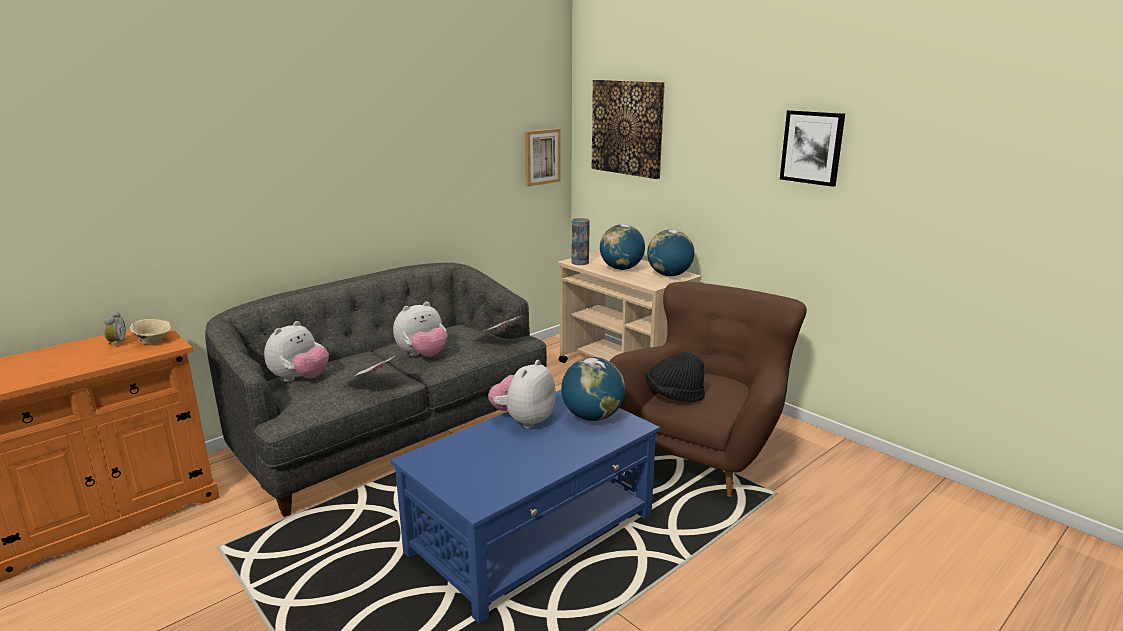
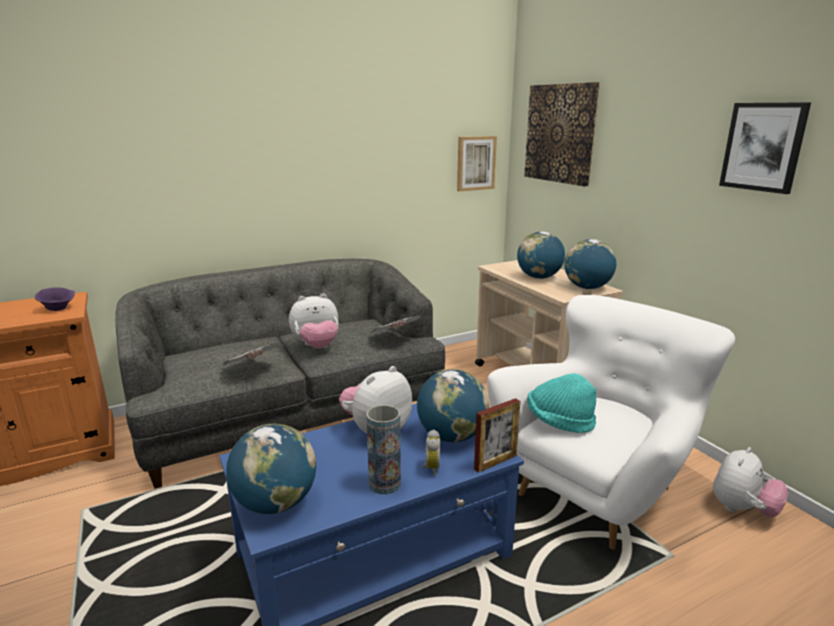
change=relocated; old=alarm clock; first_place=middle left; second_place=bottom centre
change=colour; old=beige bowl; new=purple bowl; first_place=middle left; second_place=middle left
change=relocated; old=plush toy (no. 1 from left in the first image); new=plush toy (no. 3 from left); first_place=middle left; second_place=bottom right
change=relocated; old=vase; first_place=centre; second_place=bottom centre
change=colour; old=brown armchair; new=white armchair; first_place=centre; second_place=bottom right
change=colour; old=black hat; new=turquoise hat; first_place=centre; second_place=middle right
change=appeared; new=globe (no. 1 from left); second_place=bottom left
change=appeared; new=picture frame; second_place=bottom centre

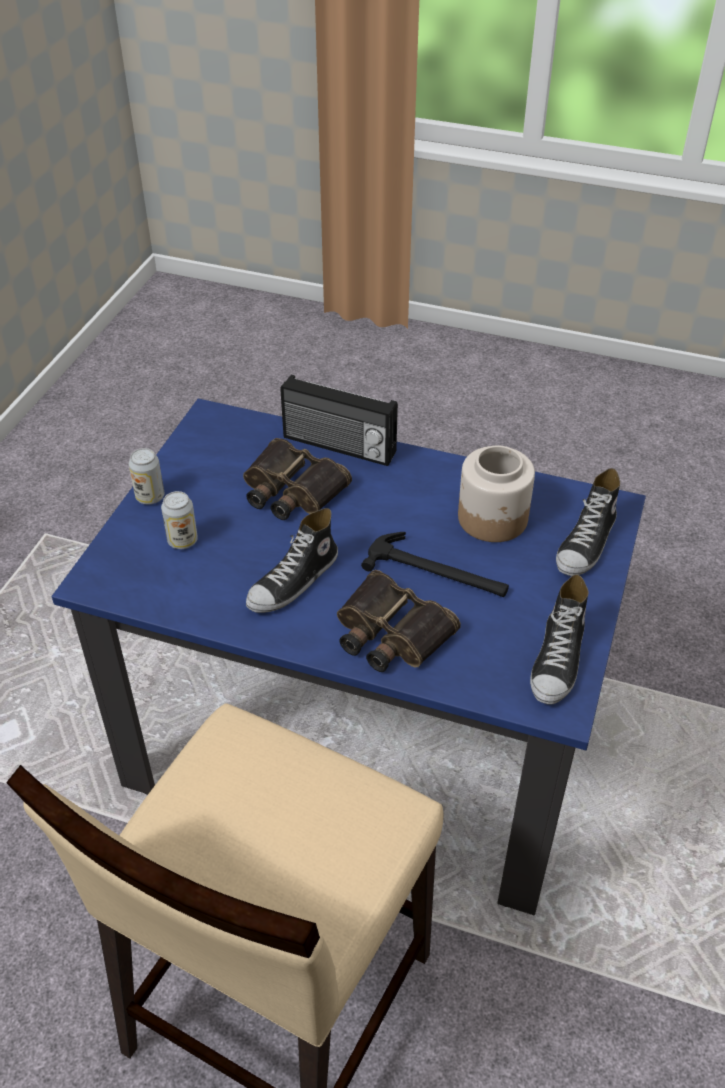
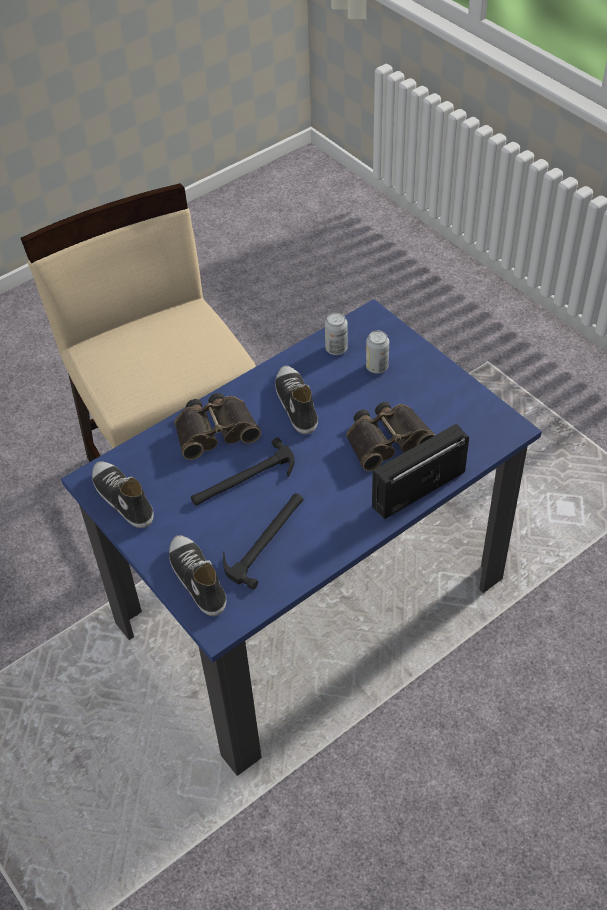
change=relocated; old=can (no. 1 from left); first_place=middle left; second_place=centre
change=exchanged; old=jar; new=hammer (no. 2 from left); first_place=middle right; second_place=centre

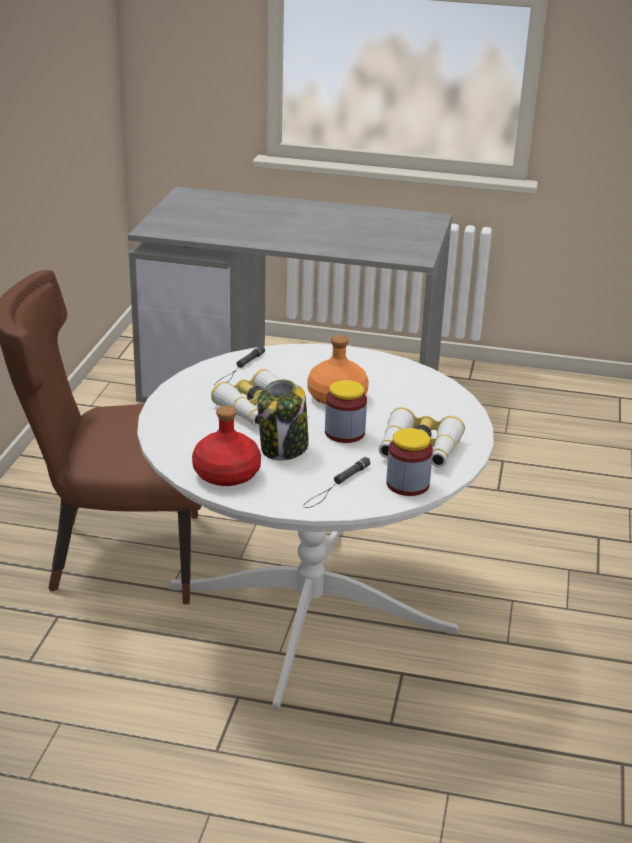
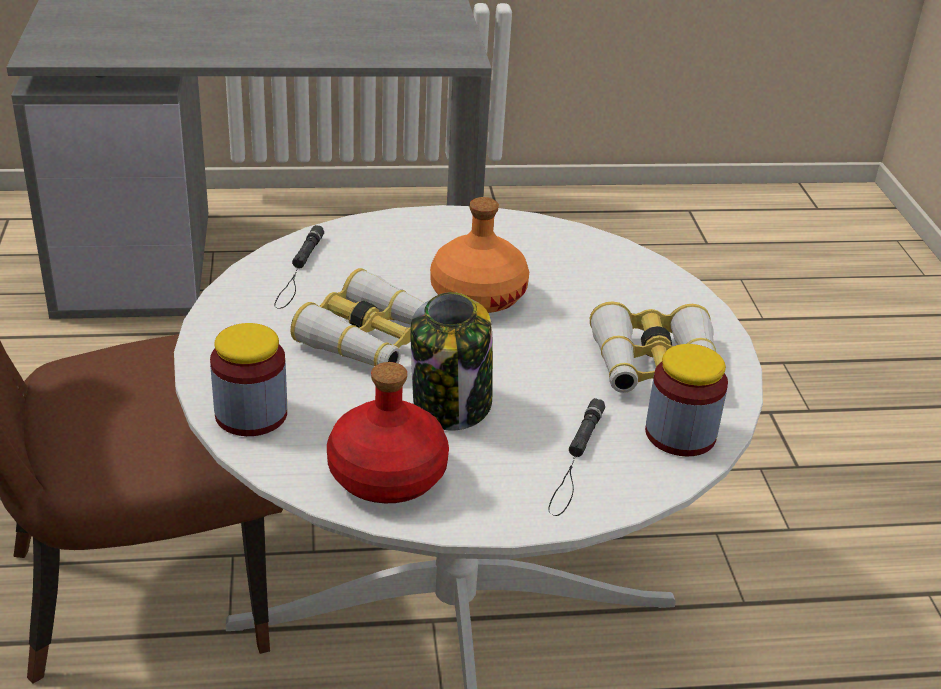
change=relocated; old=jar (no. 2 from left in the first image); new=jar (no. 1 from left); first_place=centre; second_place=middle left

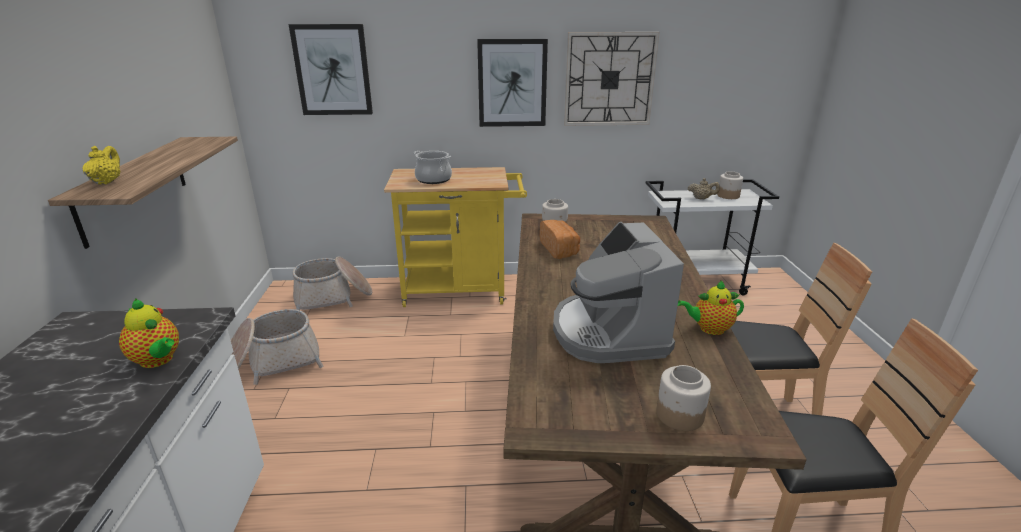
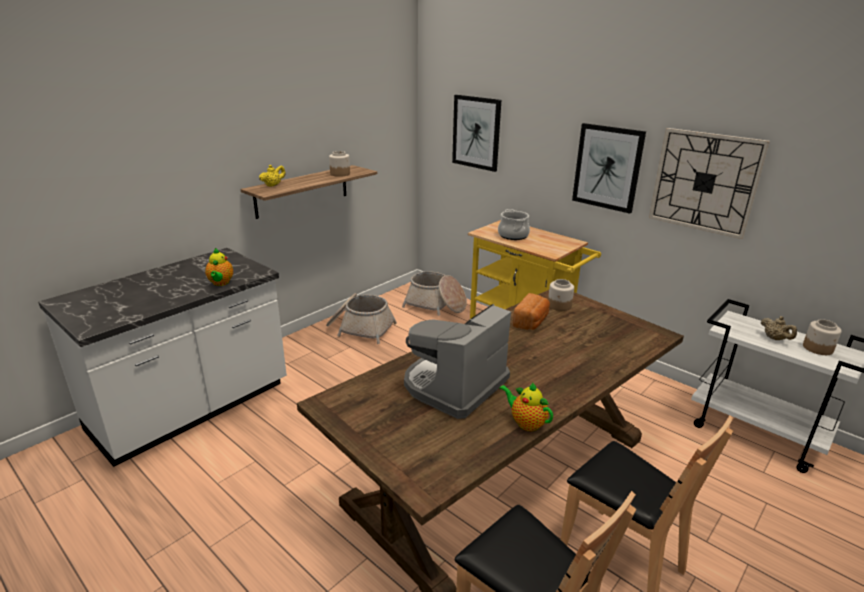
change=relocated; old=jar (no. 2 from left in the first image); new=jar (no. 1 from left); first_place=bottom right; second_place=top centre

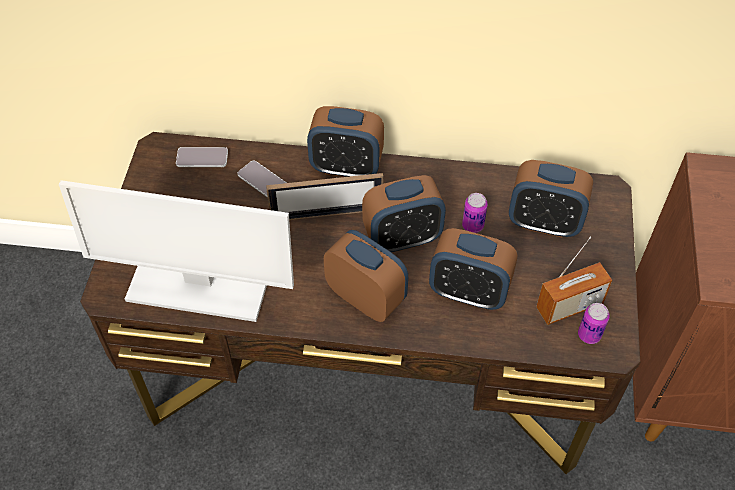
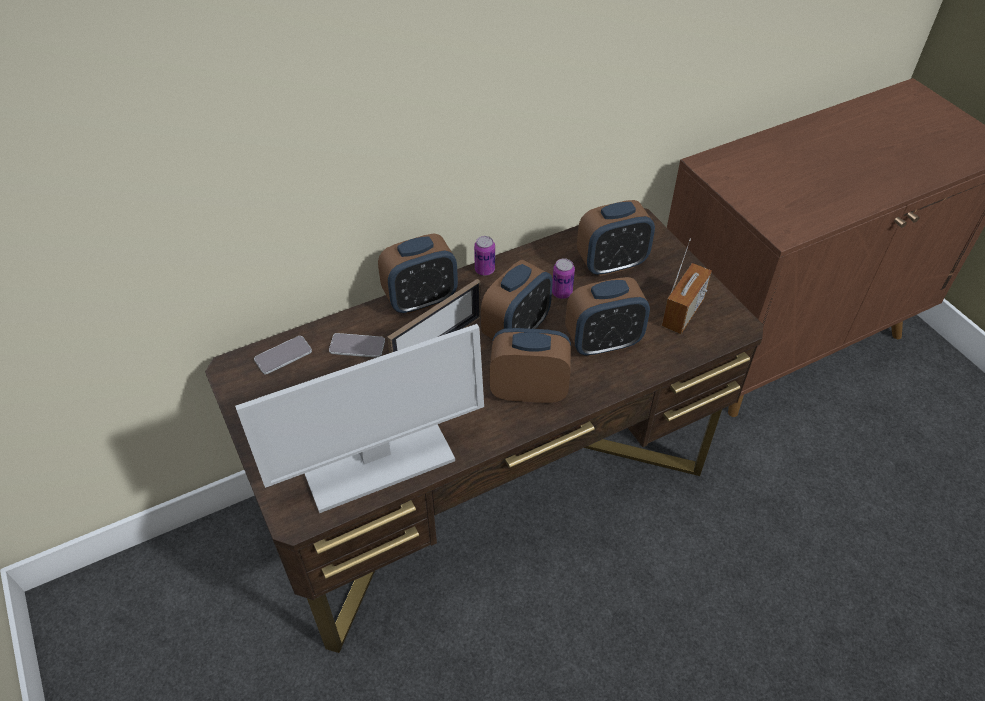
change=relocated; old=can (no. 2 from left in the first image); new=can (no. 1 from left); first_place=middle right; second_place=centre

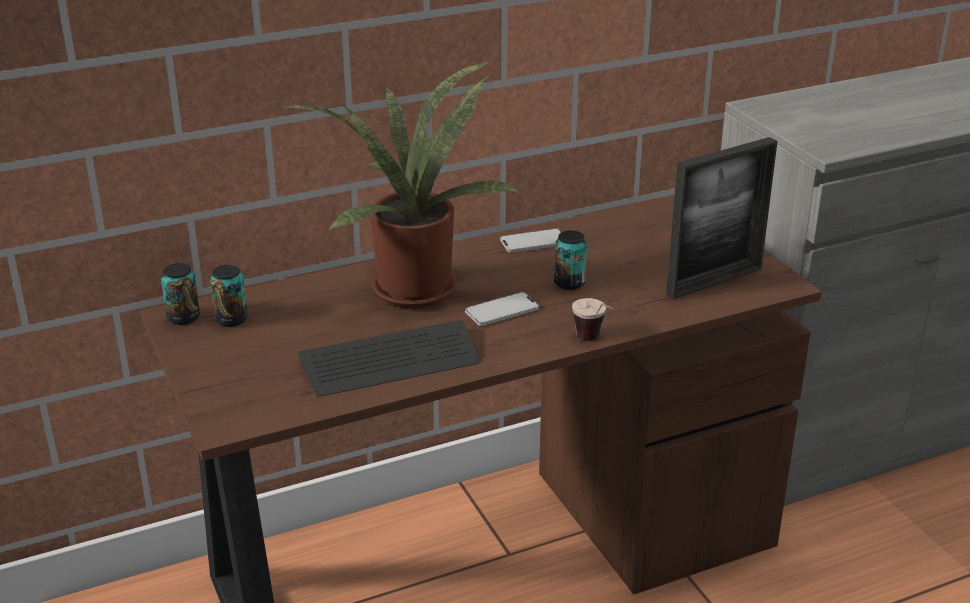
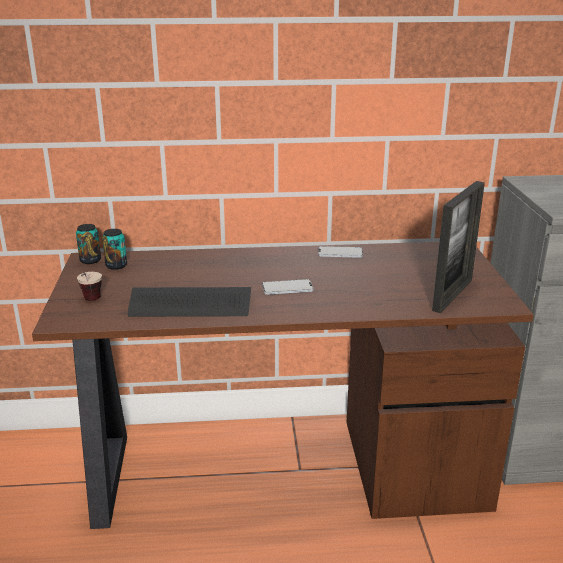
change=missing; old=potted plant; first_place=top centre
change=missing; old=can (no. 3 from left); first_place=centre
change=relocated; old=cup; first_place=centre; second_place=middle left
change=spun; old=picture frame; first_place=middle right; second_place=middle right; degrees=-45

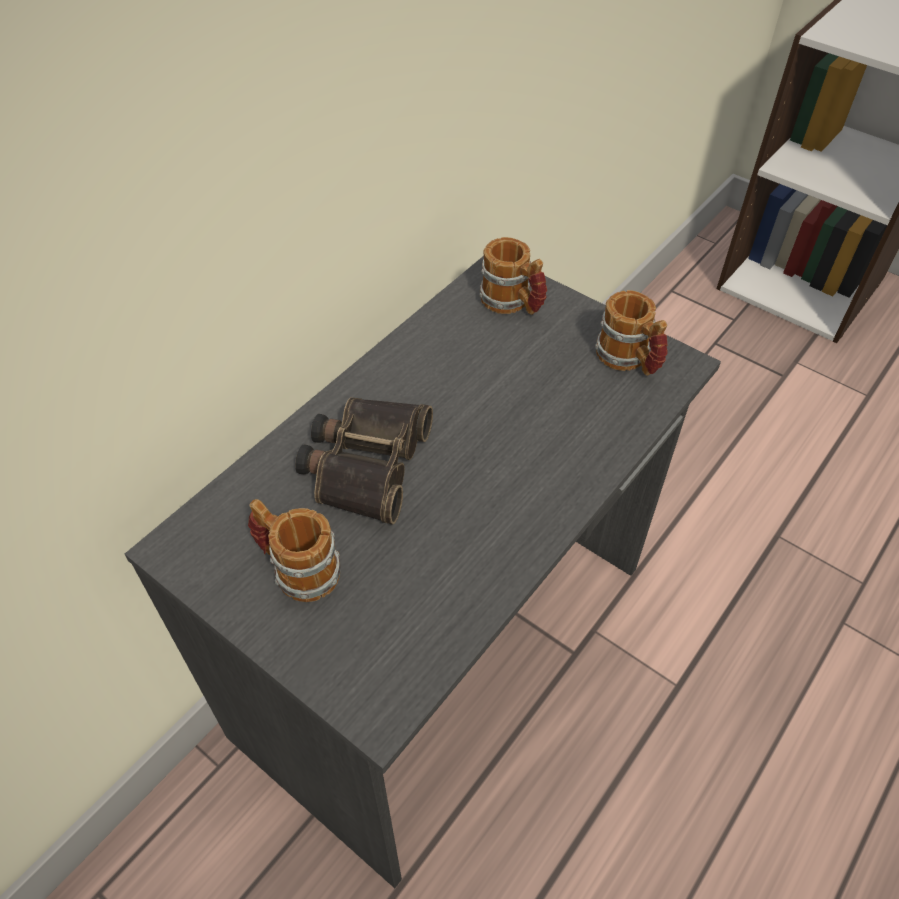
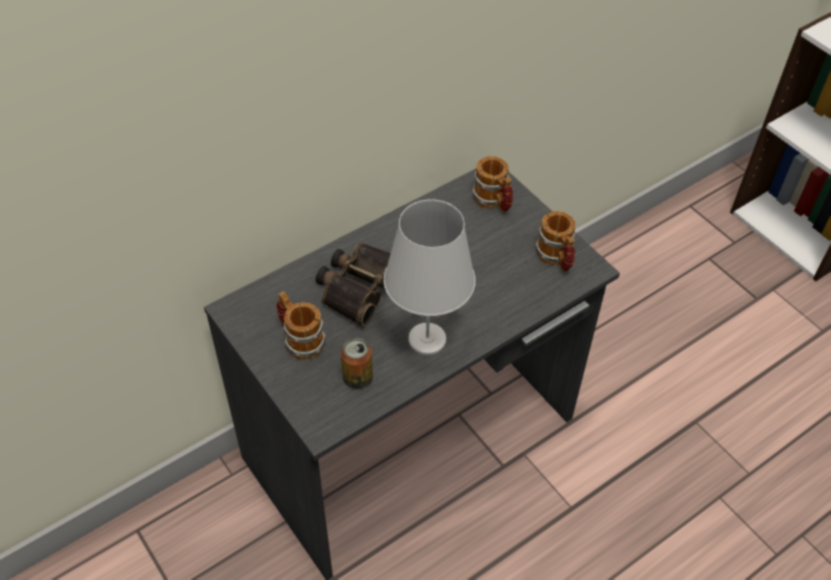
change=appeared; new=can; second_place=centre
change=appeared; new=white table lamp; second_place=centre

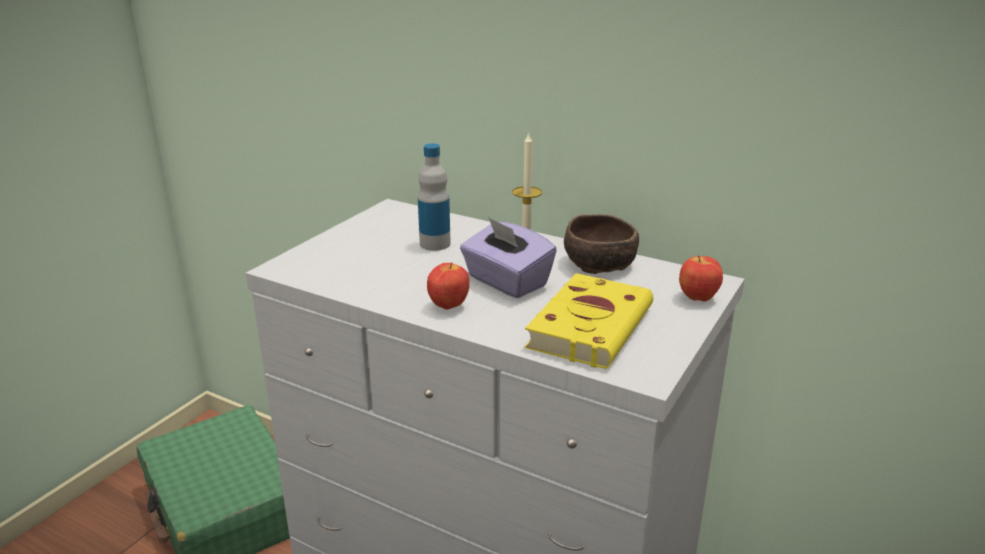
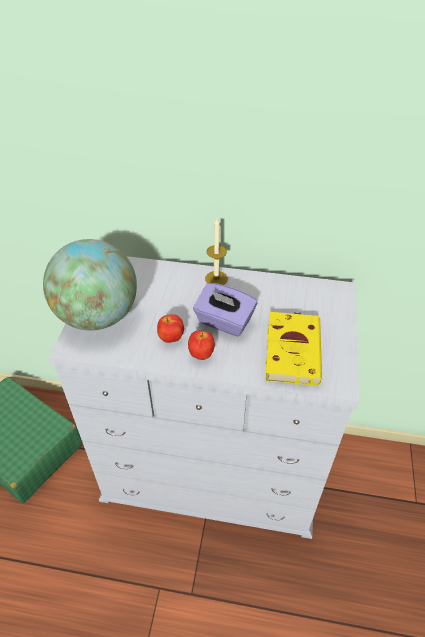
change=missing; old=bottle; first_place=centre
change=missing; old=brown bowl; first_place=centre
change=relocated; old=apple (no. 2 from left in the first image); new=apple (no. 1 from left); first_place=middle right; second_place=centre
change=appeared; new=globe; second_place=middle left

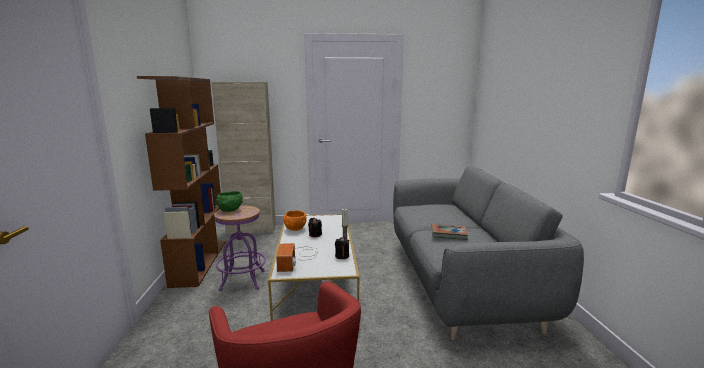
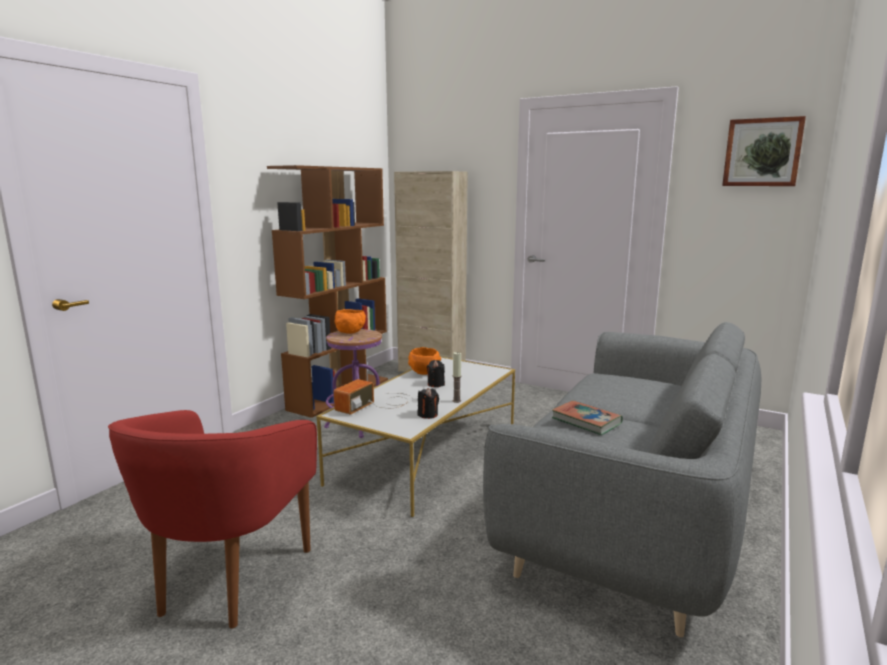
change=colour; old=green bowl; new=orange bowl (no. 1 from left); first_place=middle left; second_place=centre
change=appeared; new=picture; second_place=top right

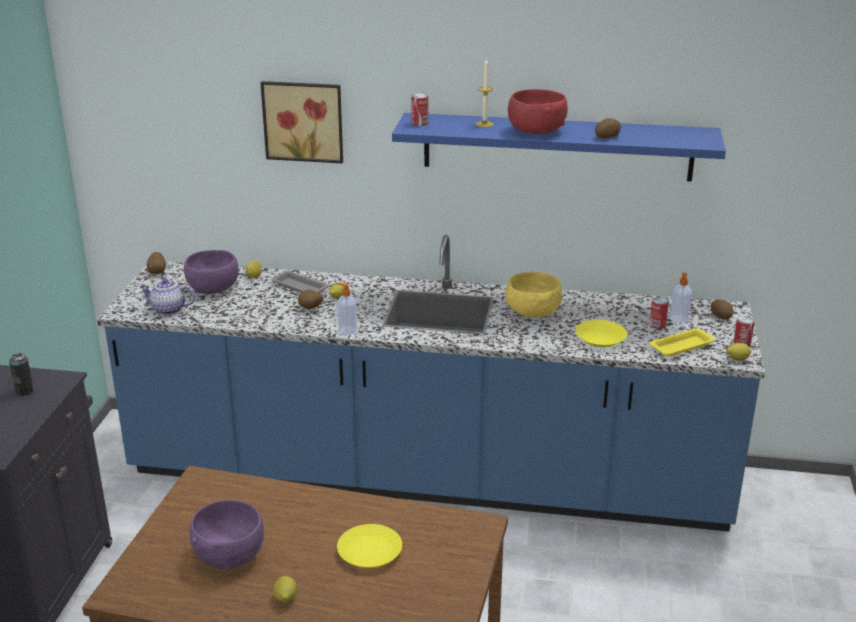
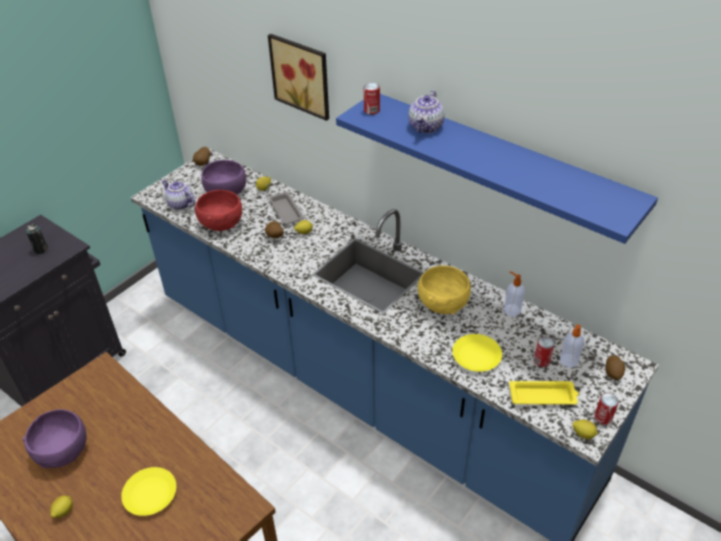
change=relocated; old=soap dispenser (no. 1 from left); first_place=centre; second_place=middle right
change=exchanged; old=candle; new=teapot (no. 2 from left); first_place=top centre; second_place=top centre
change=relocated; old=red bowl; first_place=top centre; second_place=middle left
change=missing; old=potato (no. 3 from left); first_place=top right

